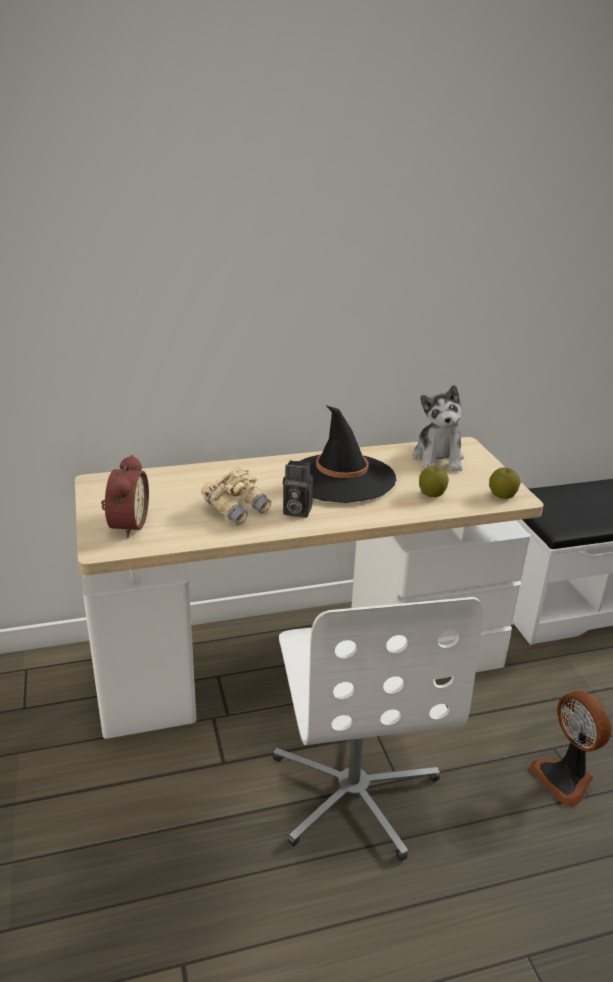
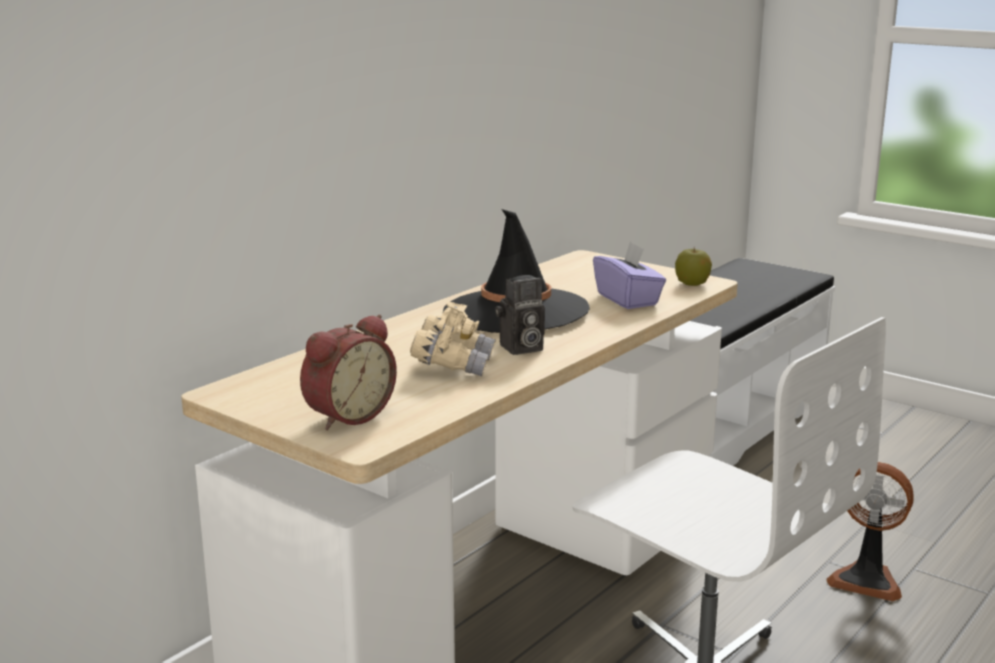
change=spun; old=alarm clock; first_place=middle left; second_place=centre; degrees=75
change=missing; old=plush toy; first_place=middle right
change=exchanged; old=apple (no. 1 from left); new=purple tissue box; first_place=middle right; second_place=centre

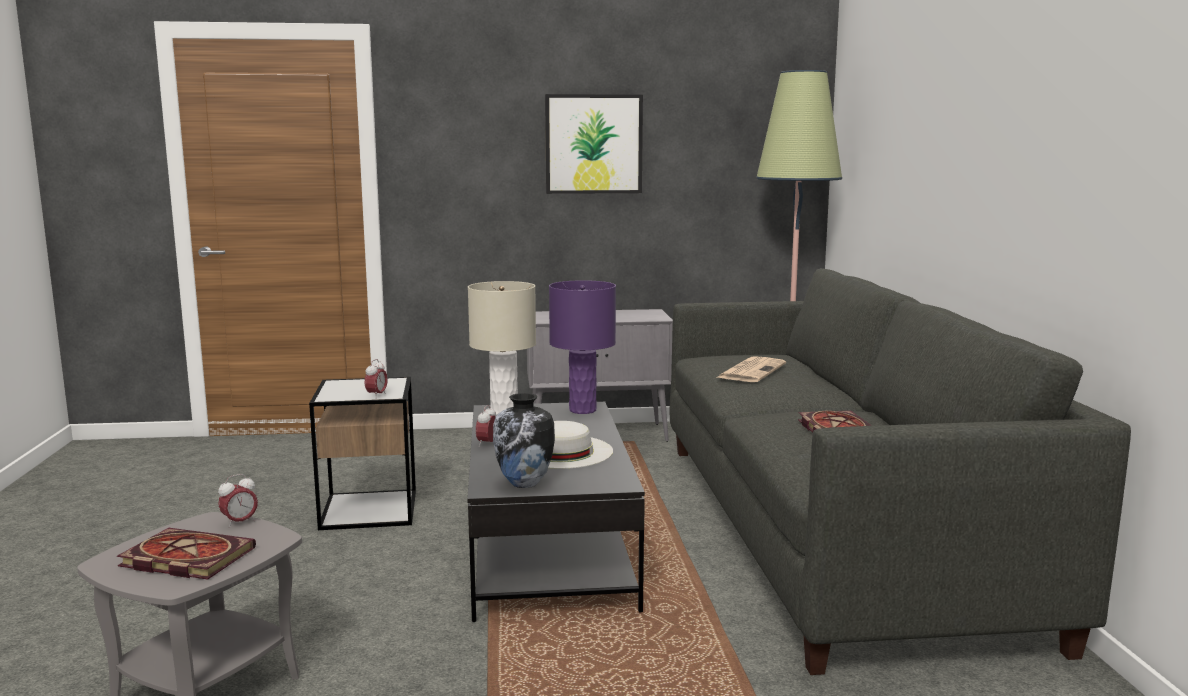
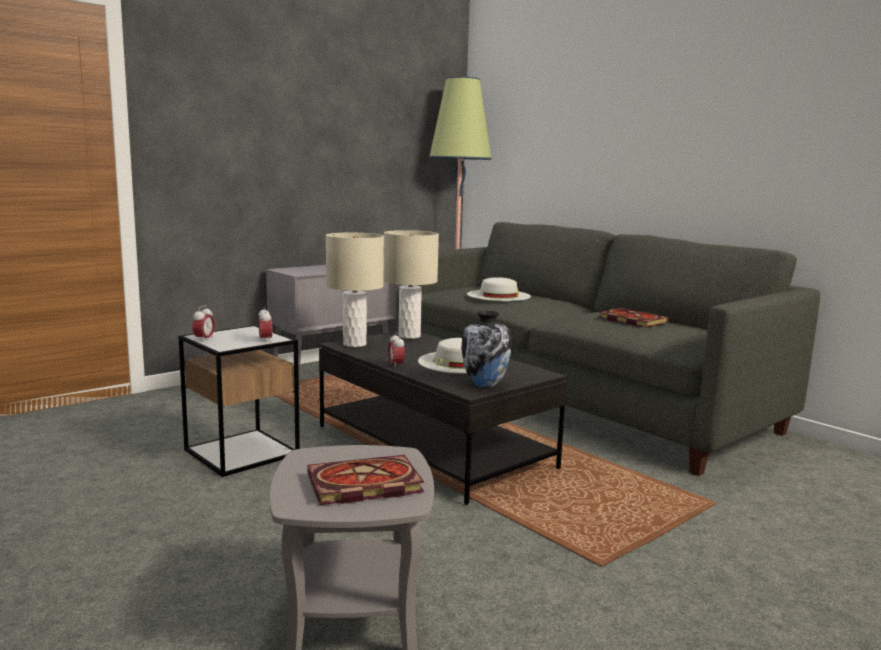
change=relocated; old=alarm clock (no. 1 from left); first_place=bottom left; second_place=middle left
change=missing; old=picture; first_place=top centre
change=colour; old=purple table lamp; new=beige table lamp (no. 2 from left); first_place=centre; second_place=centre
change=exchanged; old=newspaper; new=white hat (no. 2 from left); first_place=centre; second_place=centre

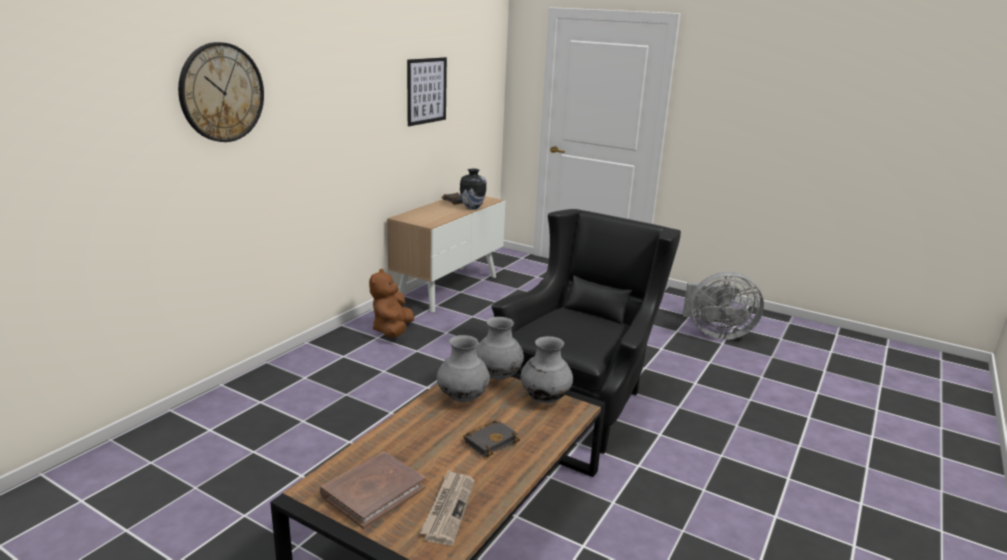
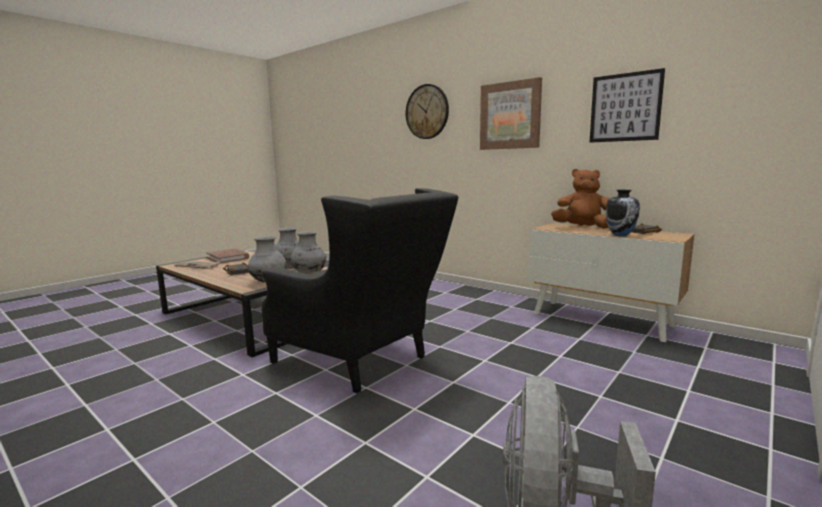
change=relocated; old=brown plush toy; first_place=centre; second_place=middle right
change=appeared; new=picture (no. 1 from left); second_place=top centre

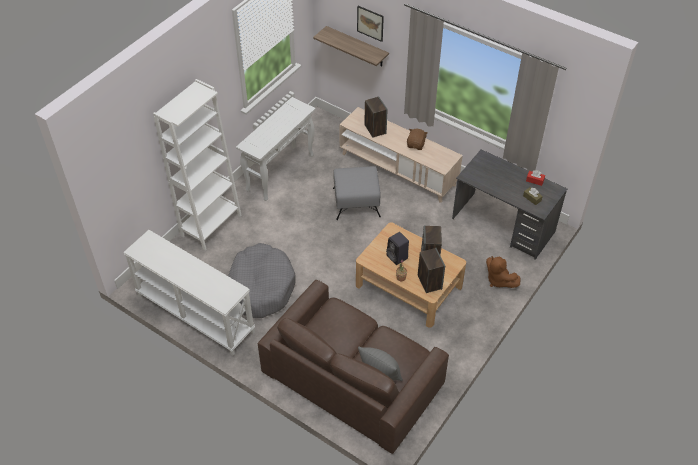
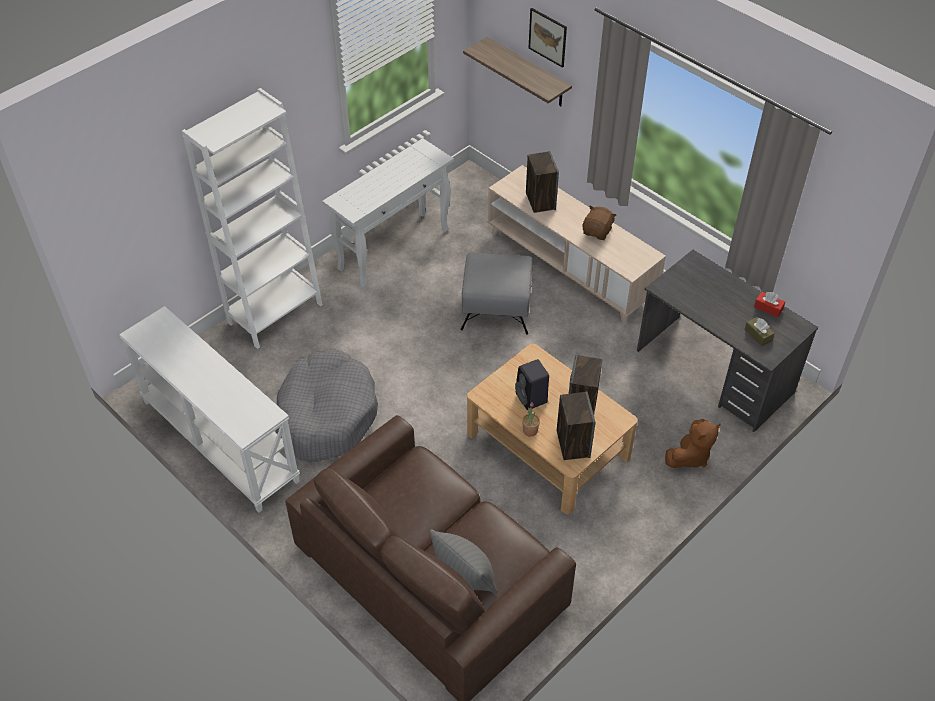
change=spun; old=brown plush toy (no. 2 from left); first_place=middle right; second_place=middle right; degrees=-105

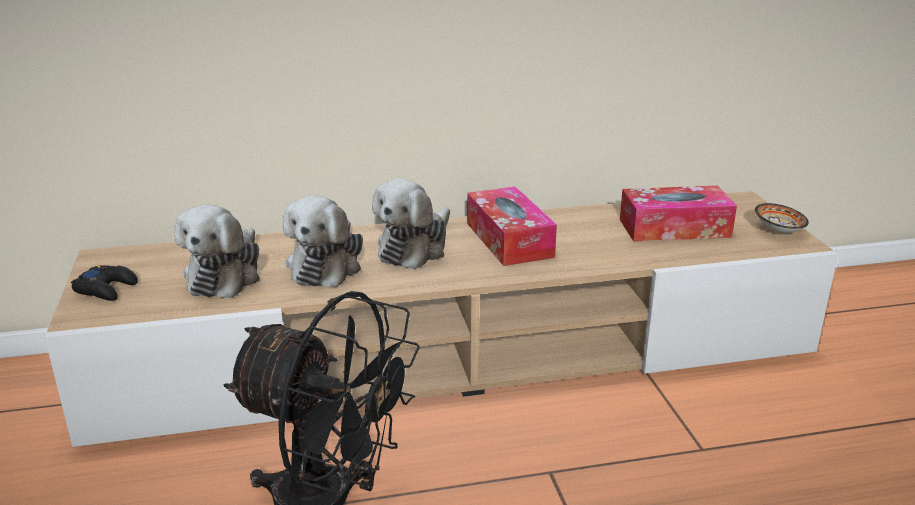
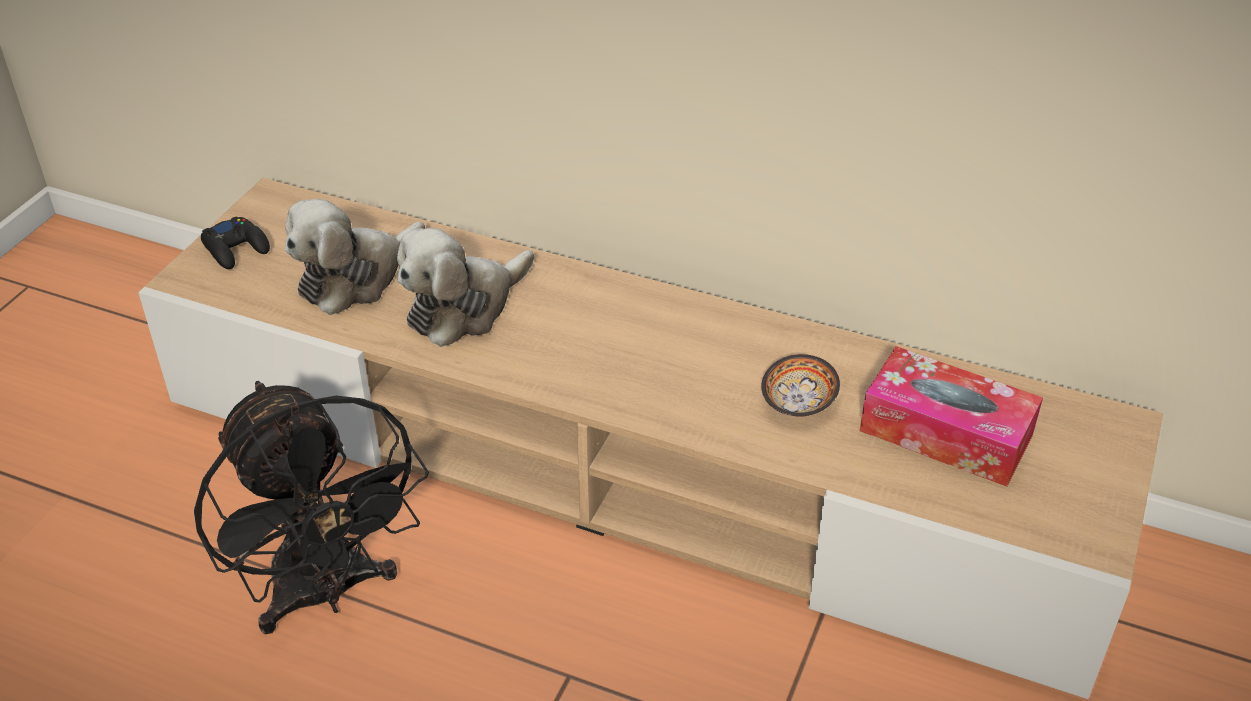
change=missing; old=plush toy (no. 3 from left); first_place=centre
change=missing; old=tissue box (no. 1 from left); first_place=centre
change=relocated; old=bowl; first_place=middle right; second_place=centre

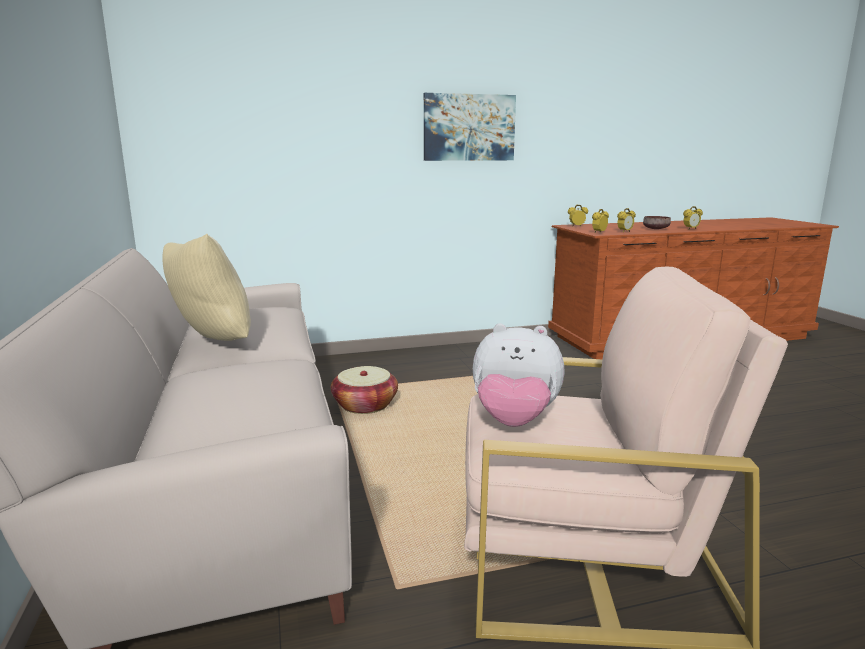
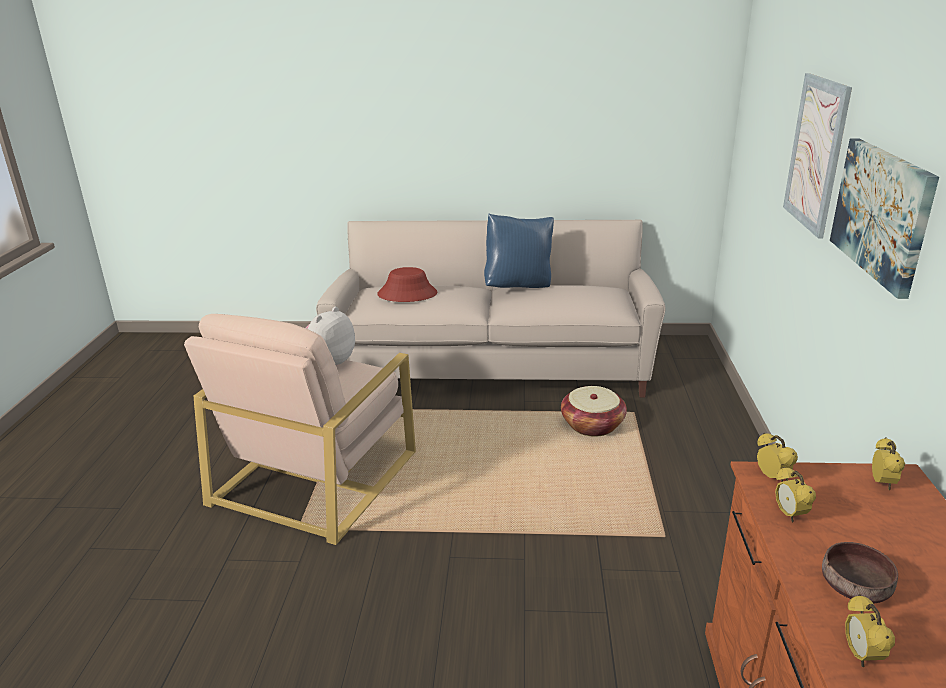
change=colour; old=beige pillow; new=blue pillow; first_place=middle left; second_place=centre
change=appeared; new=red hat; second_place=centre
change=appeared; new=picture (no. 1 from left); second_place=top right

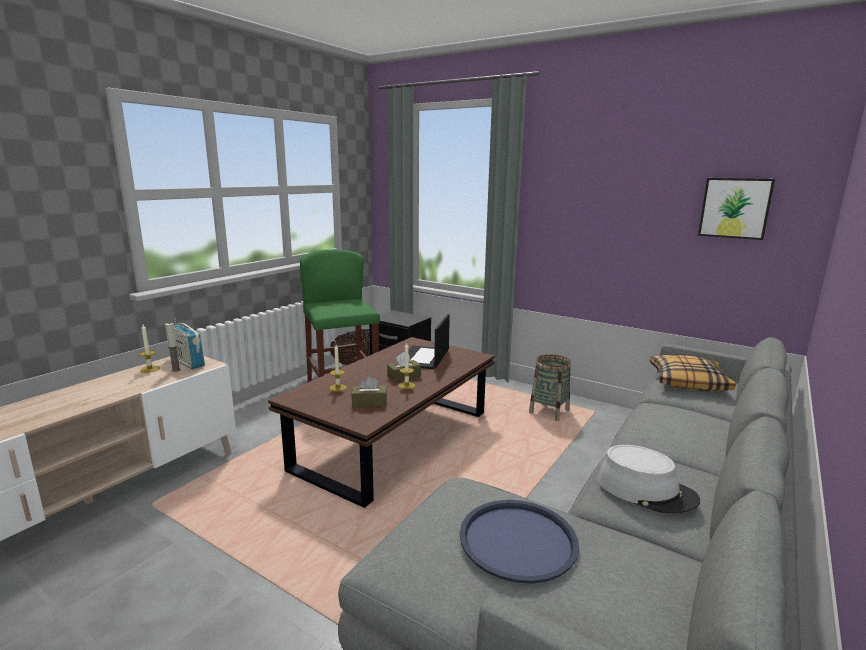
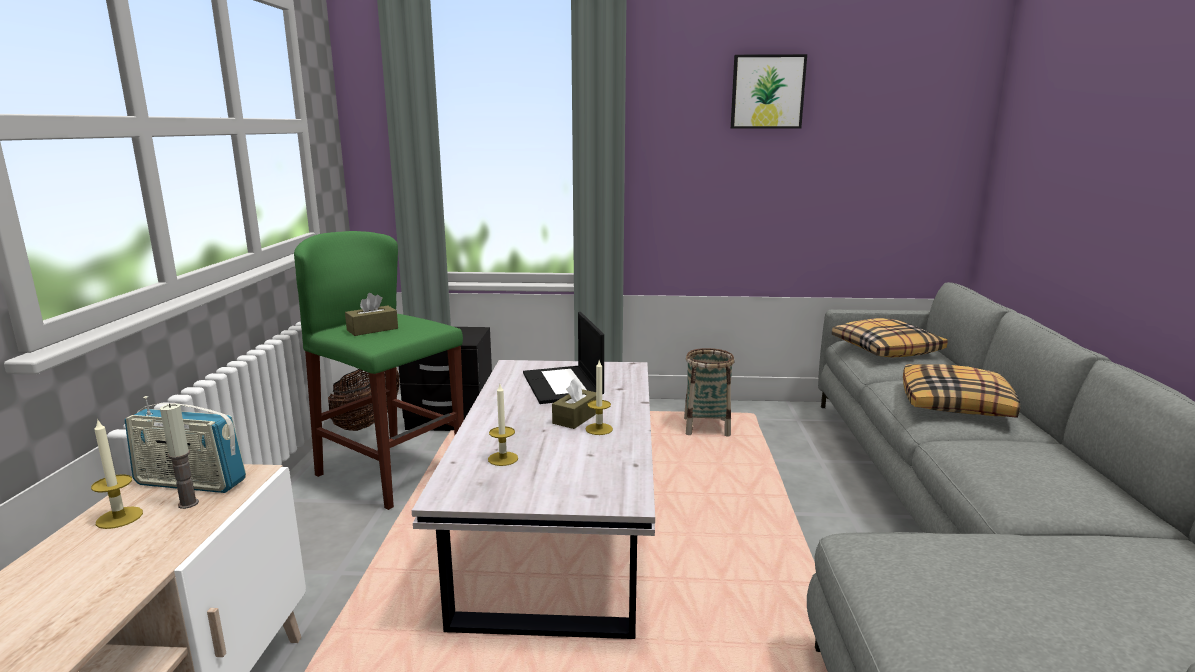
change=colour; old=brown coffee table; new=white coffee table; first_place=centre; second_place=bottom centre
change=relocated; old=brown tissue box (no. 1 from left); first_place=centre; second_place=middle left
change=missing; old=blue tray; first_place=bottom centre
change=missing; old=grey hat; first_place=bottom right
change=relocated; old=picture; first_place=top right; second_place=top centre
change=appeared; new=pillow (no. 2 from left); second_place=middle right

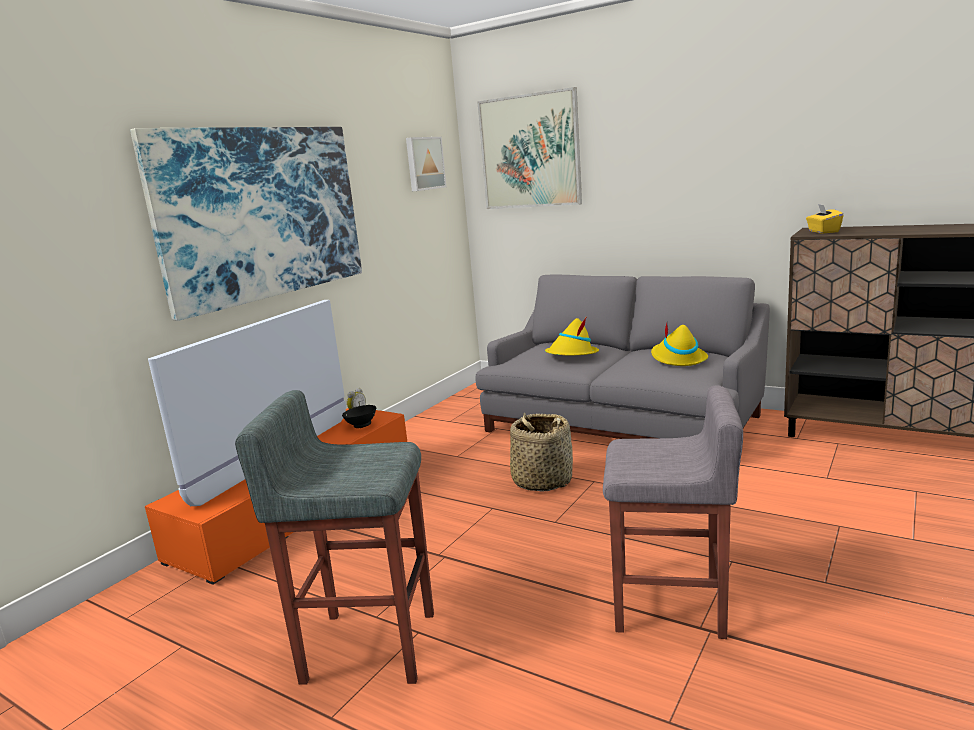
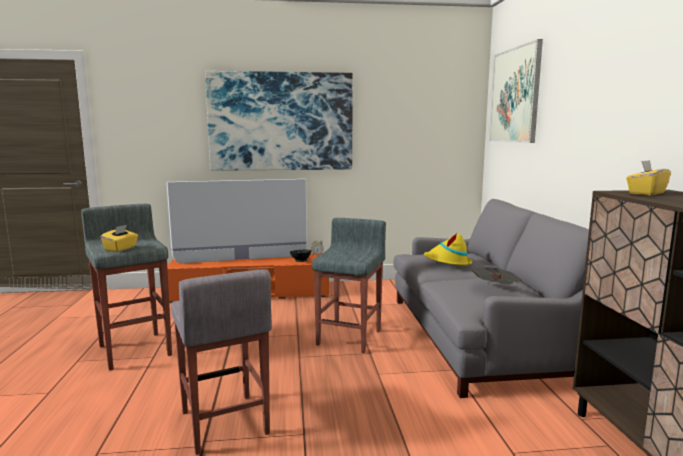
change=missing; old=picture (no. 2 from left); first_place=top centre
change=exchanged; old=basket; new=grey stool (no. 3 from left); first_place=centre; second_place=centre
change=exchanged; old=yellow hat (no. 2 from left); new=newspaper; first_place=middle right; second_place=middle right
change=appeared; new=yellow tissue box (no. 1 from left); second_place=middle left

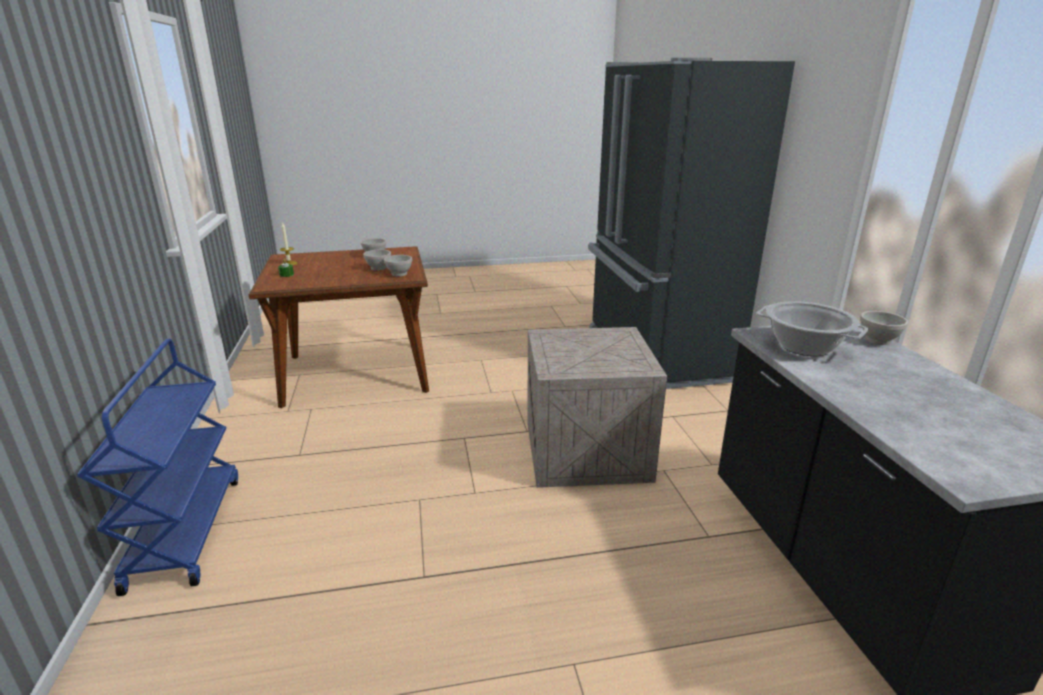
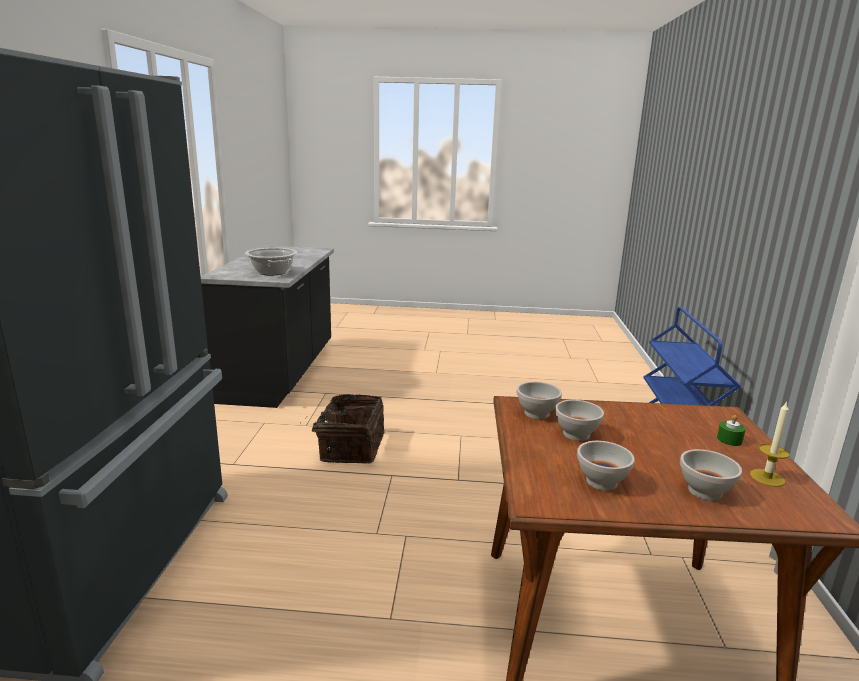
change=exchanged; old=crate; new=basket; first_place=centre; second_place=centre
change=relocated; old=white bowl (no. 4 from left); first_place=middle right; second_place=bottom right

